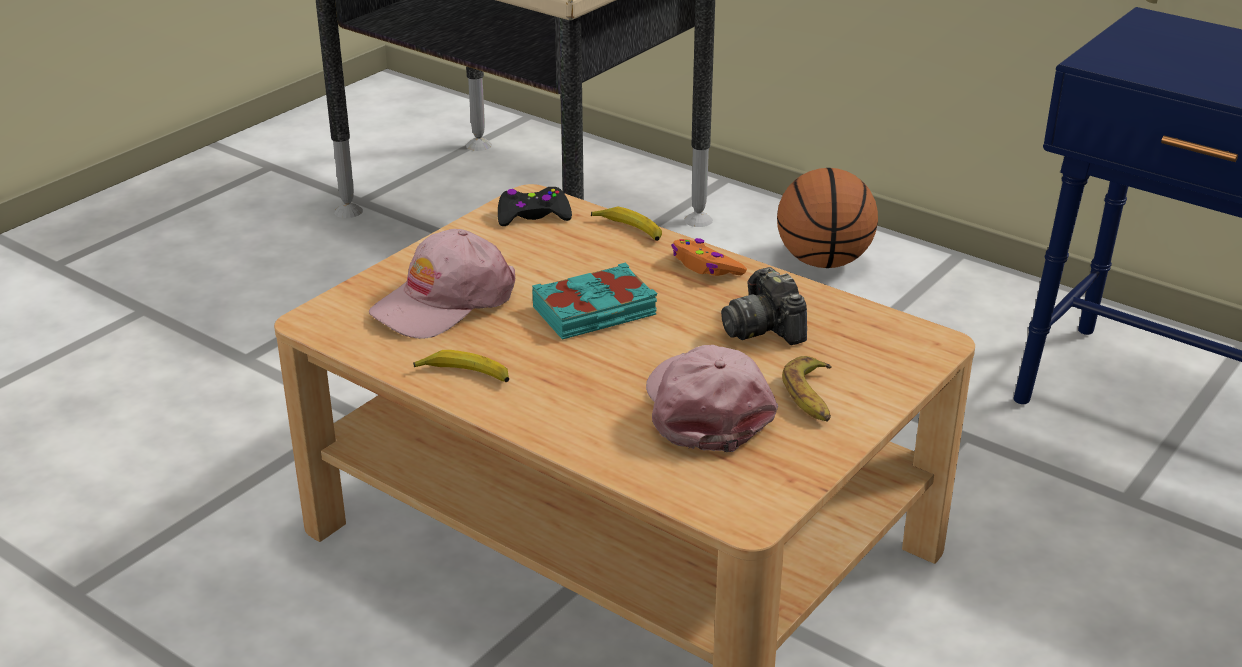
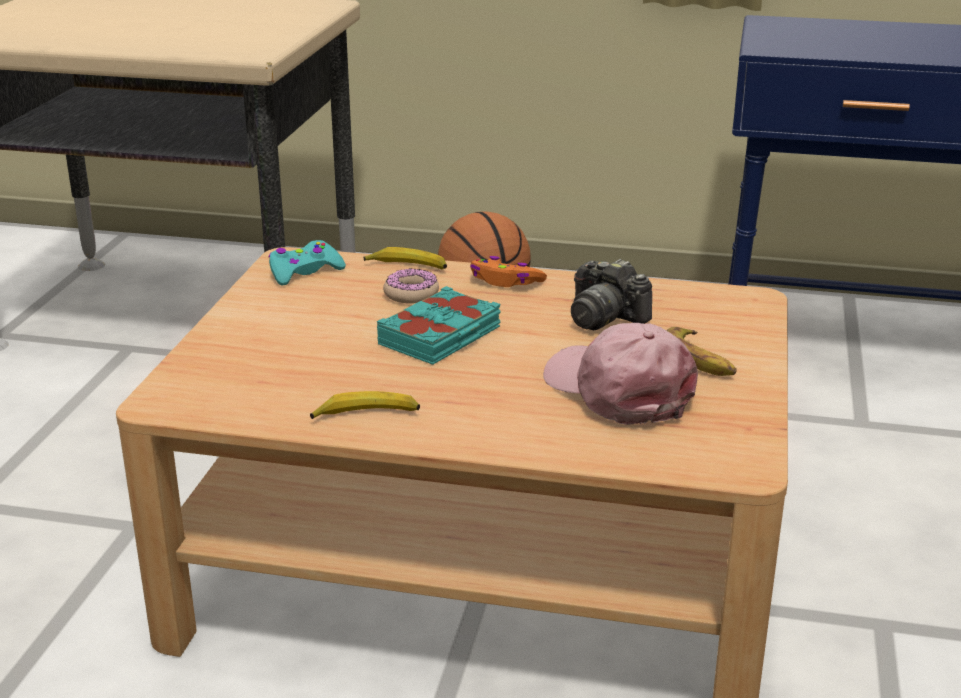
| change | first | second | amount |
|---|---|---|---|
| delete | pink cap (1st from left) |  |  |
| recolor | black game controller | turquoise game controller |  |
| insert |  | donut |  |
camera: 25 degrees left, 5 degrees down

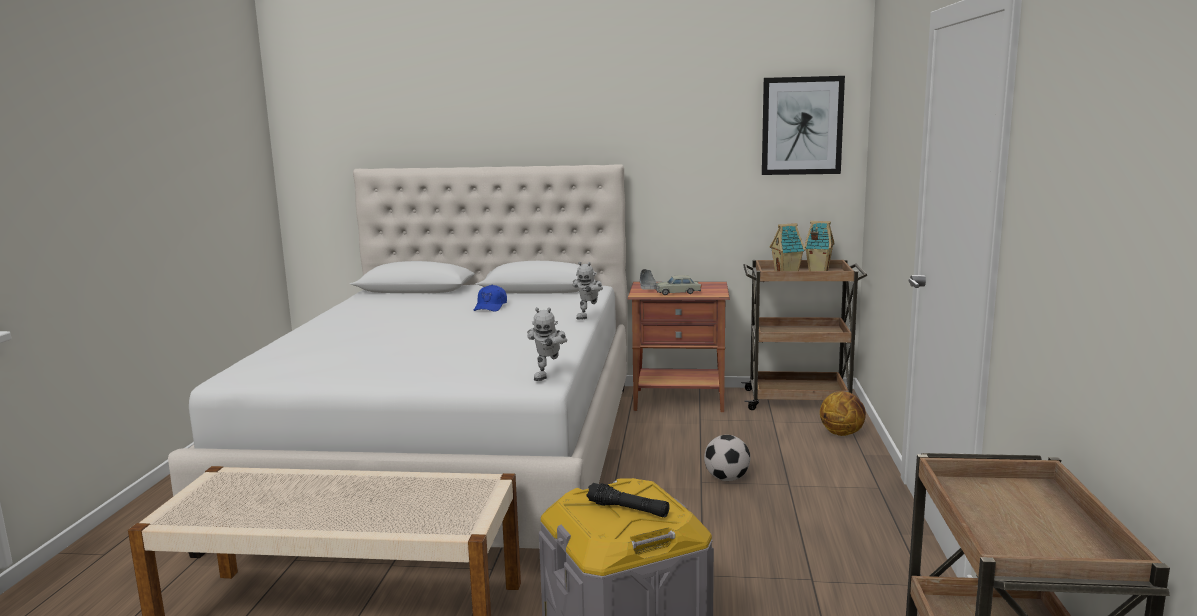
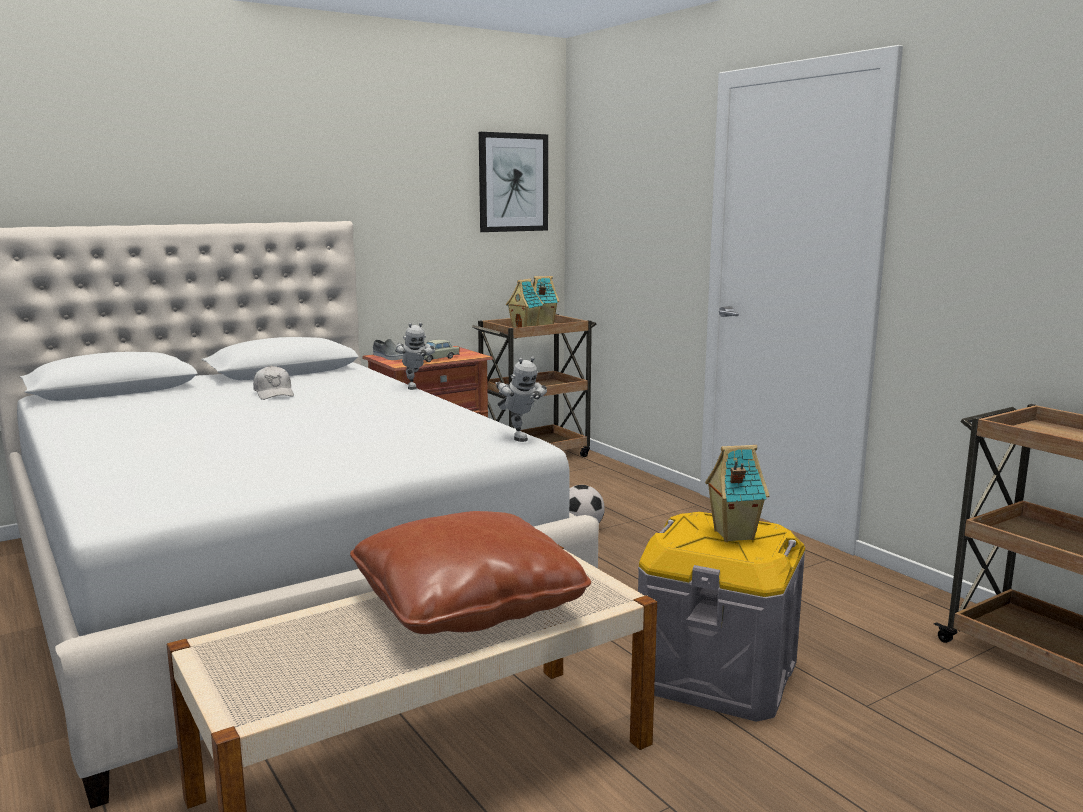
| change | first | second | amount |
|---|---|---|---|
| recolor | blue cap | white cap |  |
| replace | black flashlight | toy house (3rd from left) |  |
| delete | basketball |  |  |
| insert |  | brown pillow |  |
camera: 40 degrees left, 0 degrees up

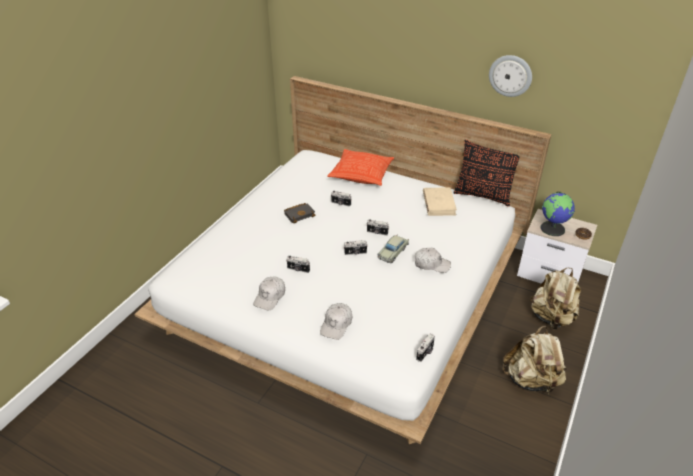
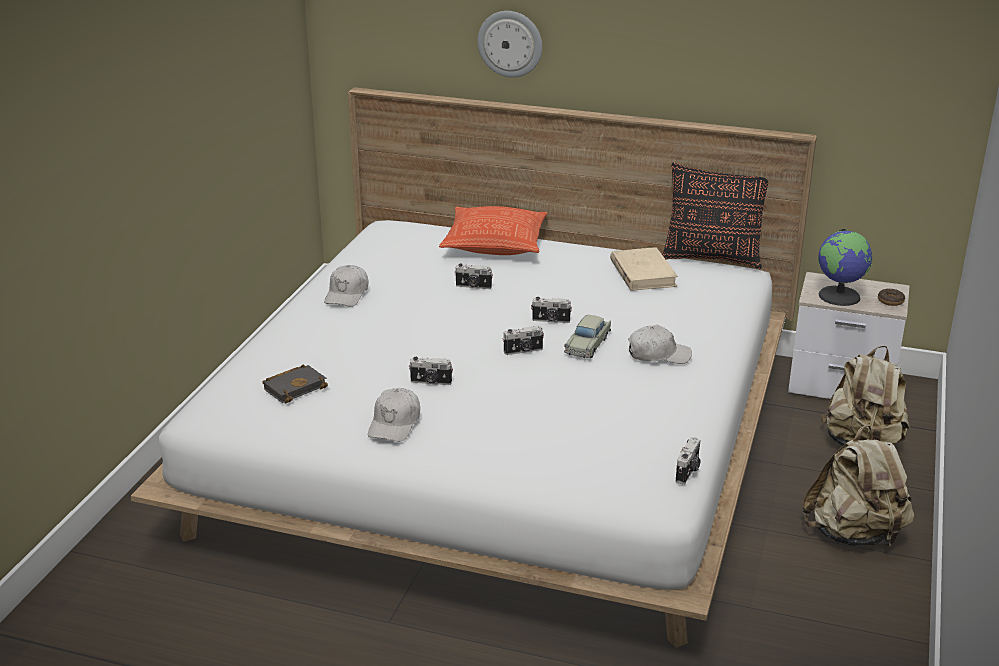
| change | first | second | amount |
|---|---|---|---|
| move | black book |  |  |
| move | white cap (2nd from left in the first image) | white cap (1st from left) |  |
| move | wall clock |  |  |
camera: 10 degrees left, 10 degrees down

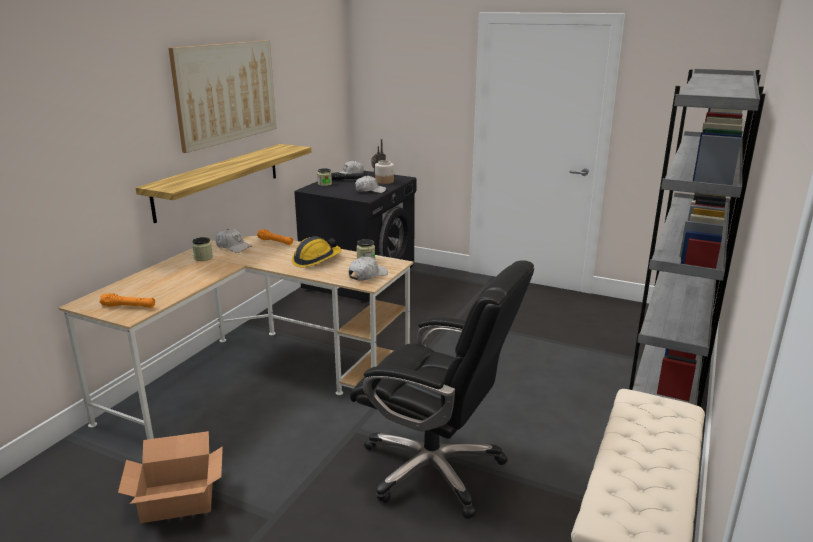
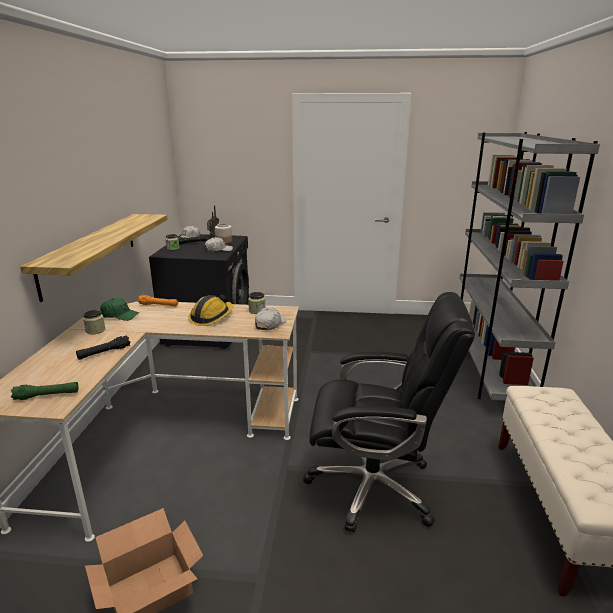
| change | first | second | amount |
|---|---|---|---|
| recolor | orange flashlight (1st from left) | green flashlight |  |
| delete | picture |  |  |
| recolor | white cap (1st from left) | green cap |  |
| insert |  | black flashlight (1st from left) |  |
camera: 20 degrees left, 0 degrees up

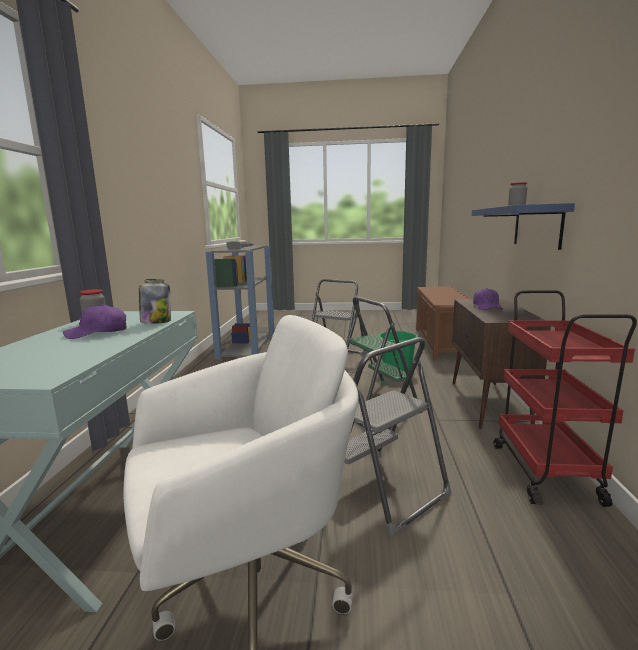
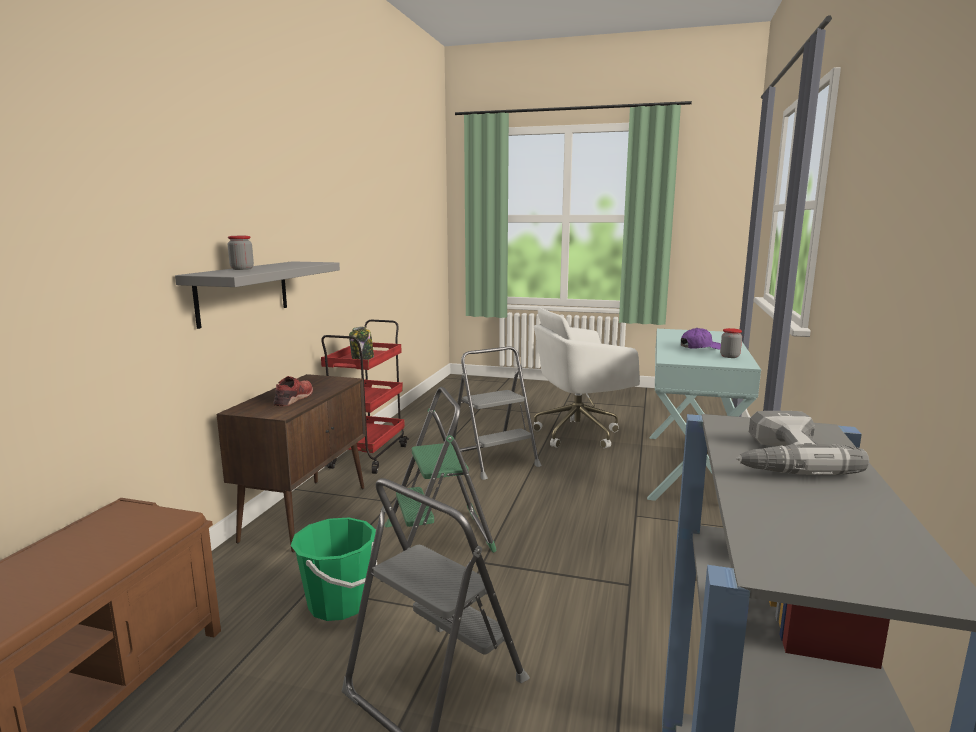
| change | first | second | amount |
|---|---|---|---|
| move | jar (2nd from left) |  |  |
| recolor | blue shelf | grey shelf |  |
| replace | purple cap (2nd from left) | red shoe |  |
camera: 170 degrees left, 0 degrees up

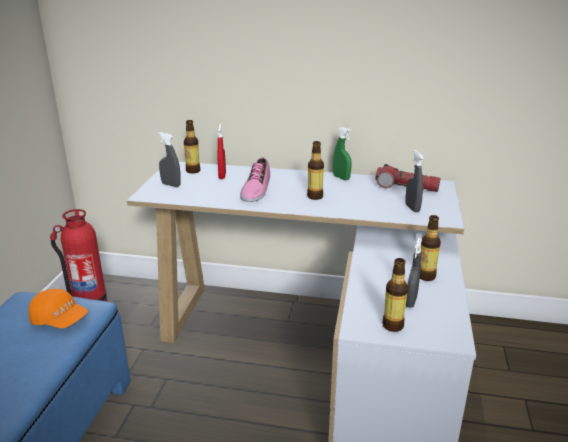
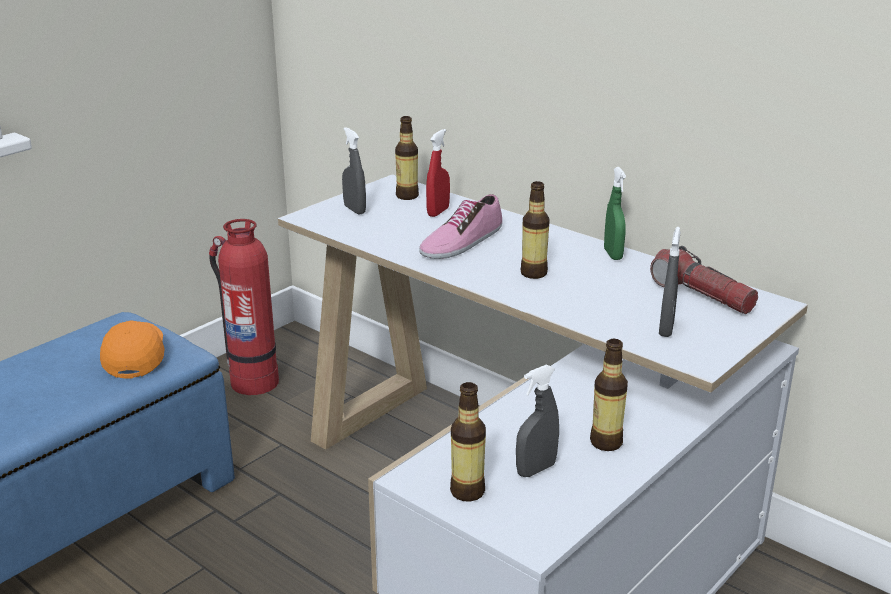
| change | first | second | amount |
|---|---|---|---|
| rotate | orange cap |  | 150 degrees counterclockwise |
camera: 30 degrees right, 0 degrees up

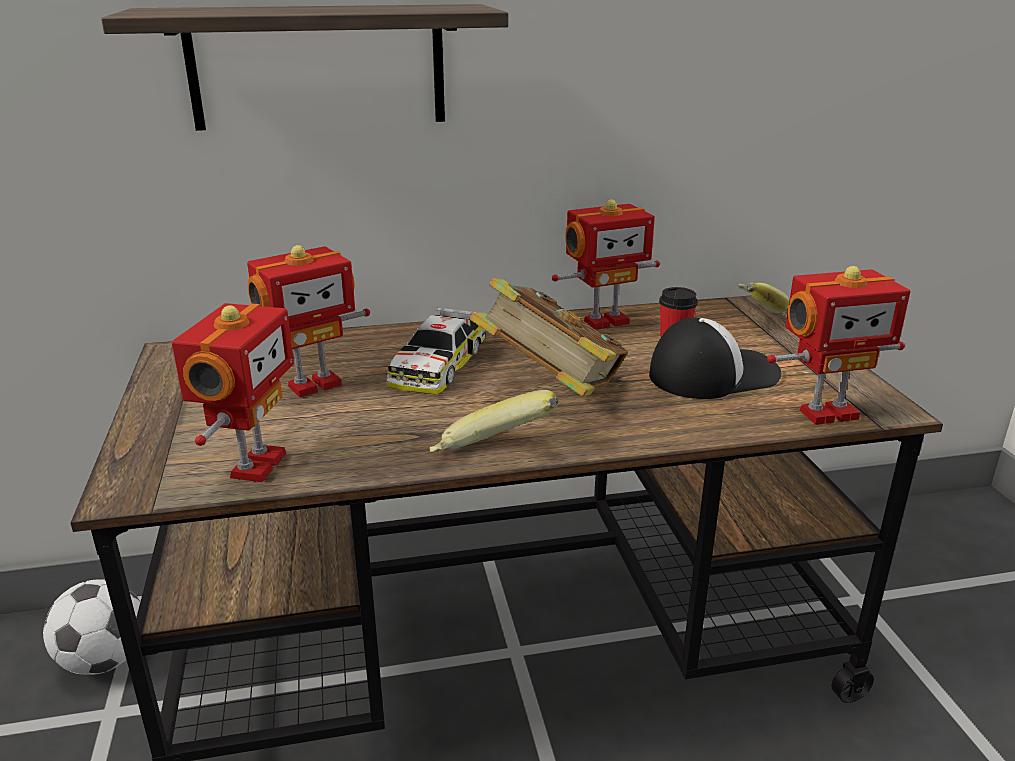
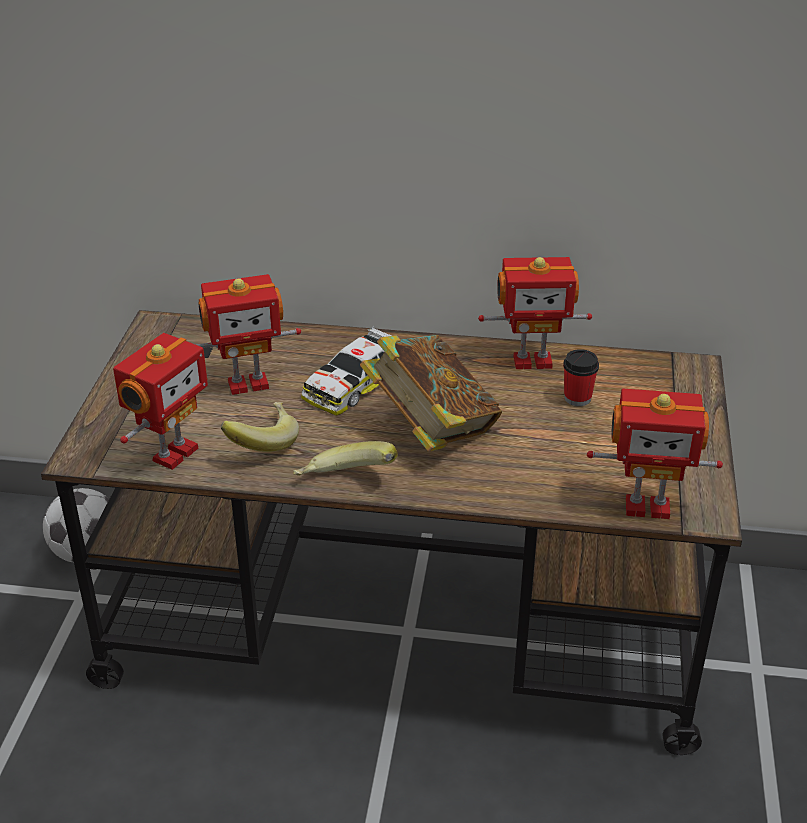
| change | first | second | amount |
|---|---|---|---|
| delete | shelf |  |  |
| delete | cap |  |  |
| move | banana (2nd from left in the first image) | banana (1st from left) |  |
camera: 20 degrees right, 10 degrees up

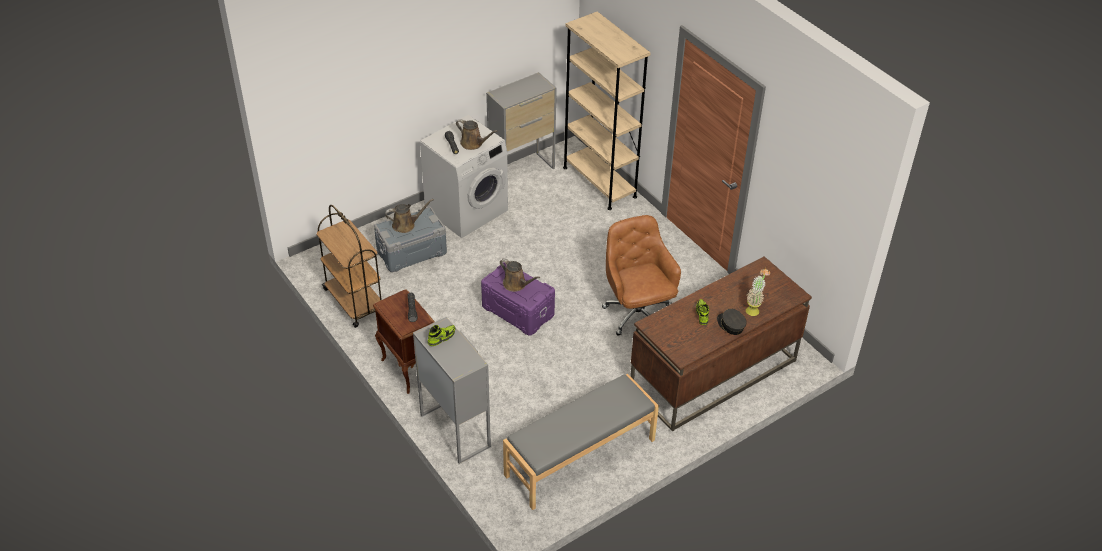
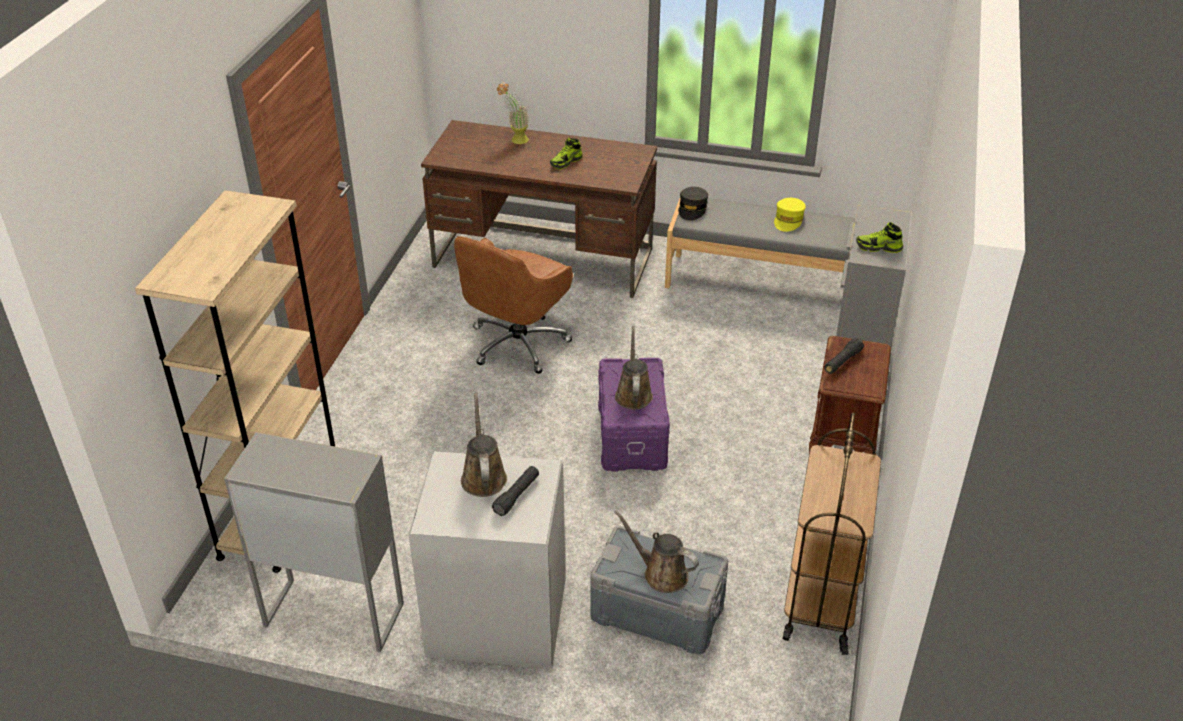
| change | first | second | amount |
|---|---|---|---|
| move | grey cap |  |  |
| insert |  | yellow cap |  |
camera: 130 degrees left, 5 degrees down

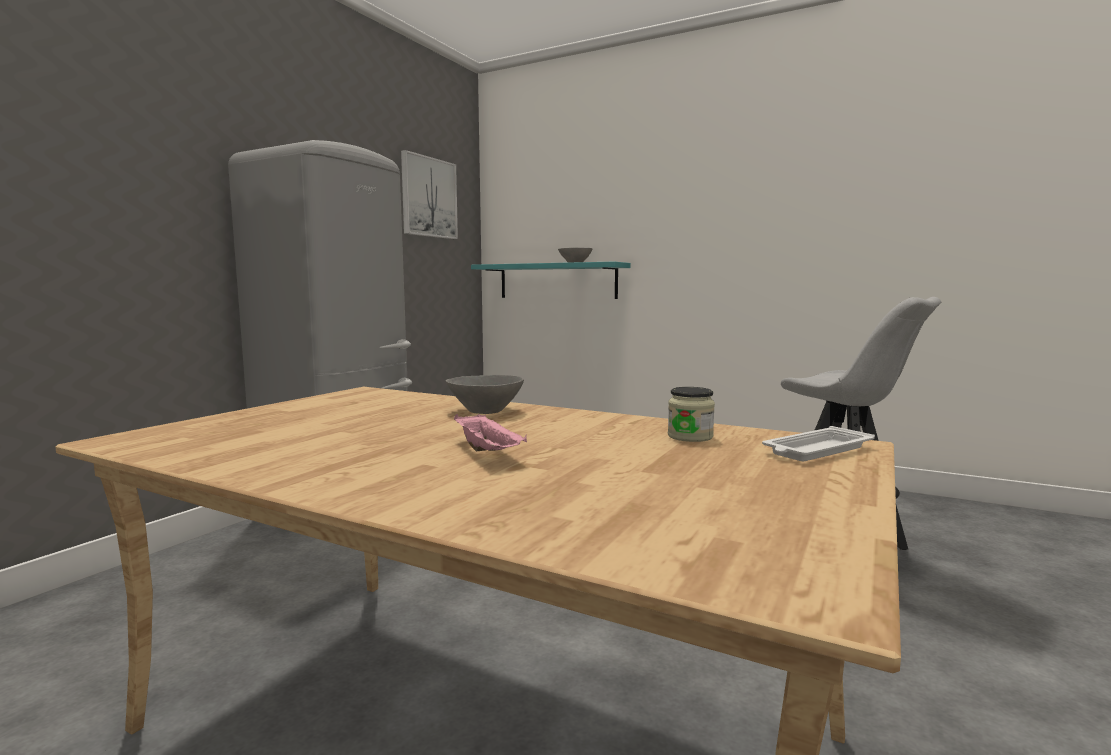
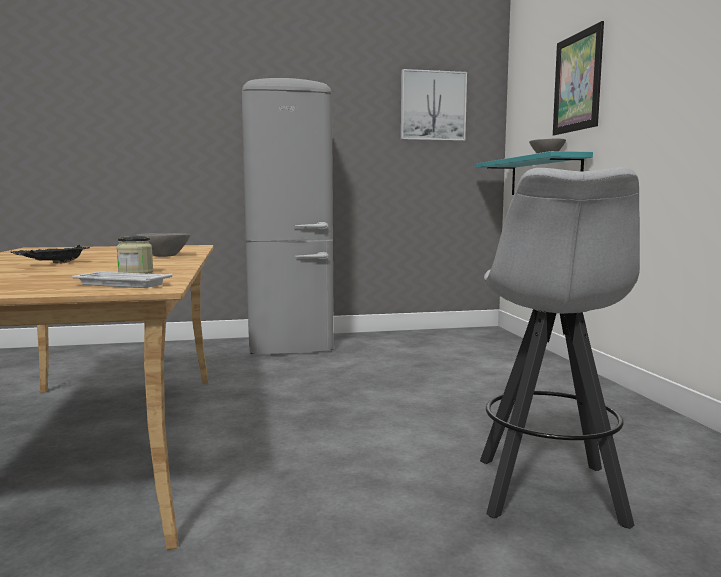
| change | first | second | amount |
|---|---|---|---|
| recolor | pink tray | black tray |  |
| insert |  | picture (2nd from left) |  |
camera: 50 degrees right, 0 degrees up

